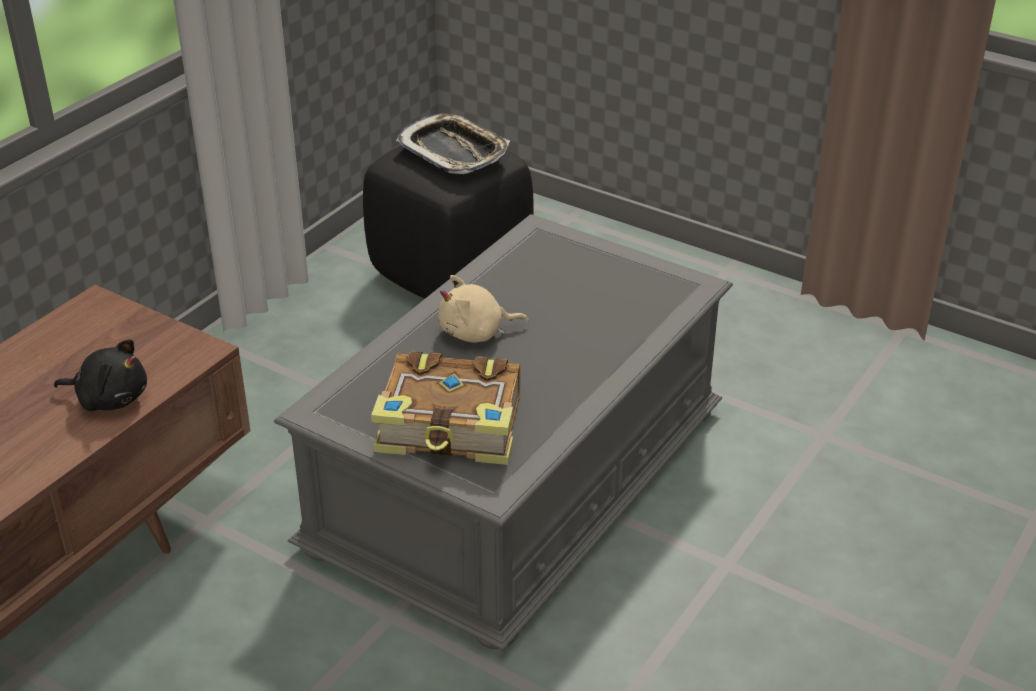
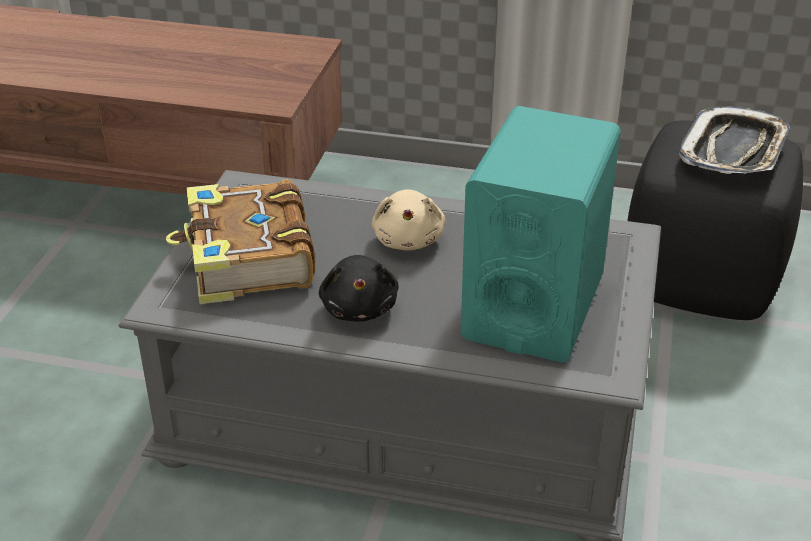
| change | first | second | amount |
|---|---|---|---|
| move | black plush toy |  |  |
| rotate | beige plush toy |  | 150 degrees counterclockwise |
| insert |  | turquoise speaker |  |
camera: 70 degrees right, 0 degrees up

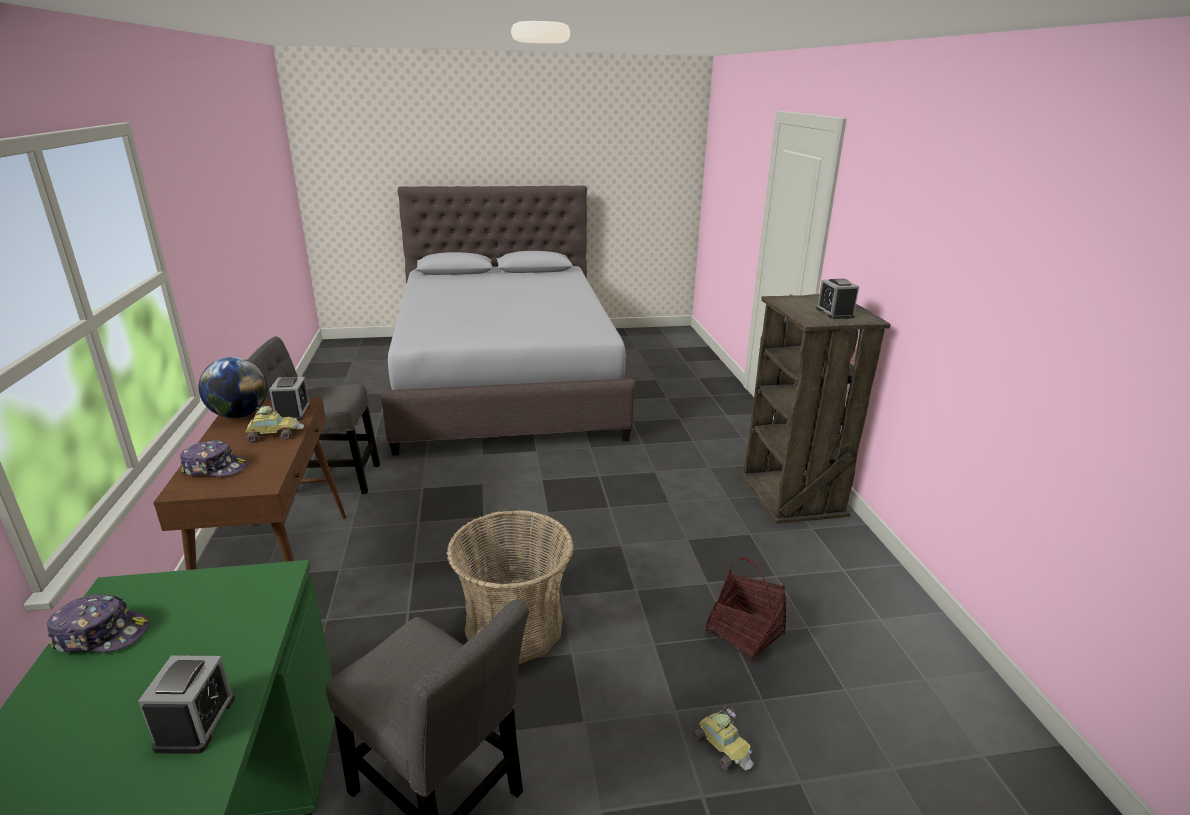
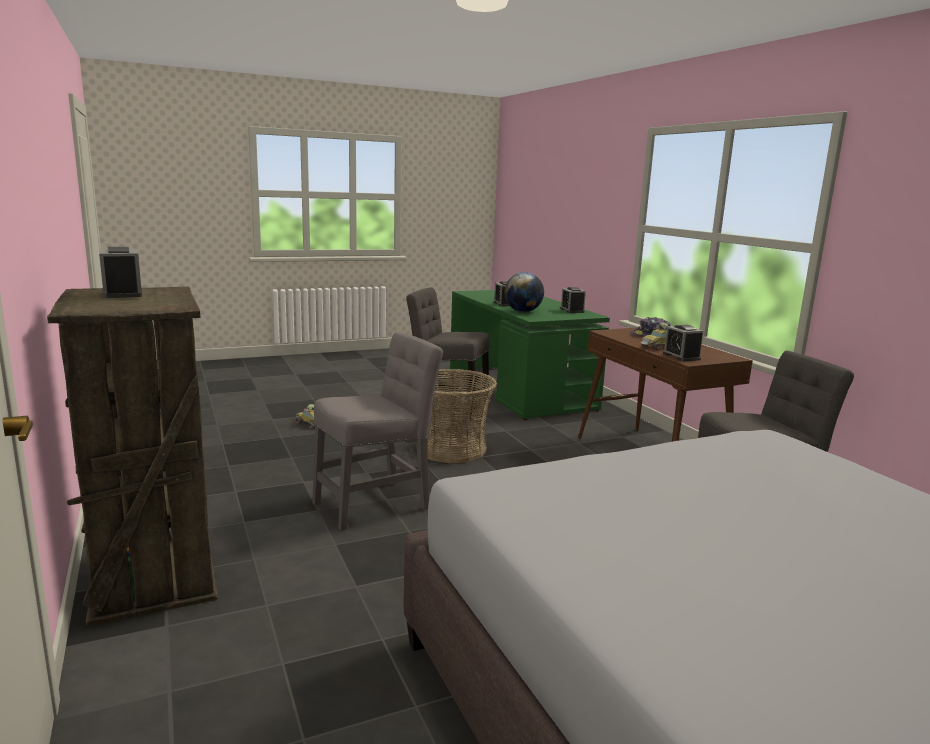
| change | first | second | amount |
|---|---|---|---|
| replace | cap (1st from left) | alarm clock (3rd from left) |  |
| move | globe |  |  |
| delete | basket (2nd from left) |  |  |
| insert |  | grey chair (1st from left) |  |
camera: 165 degrees right, 10 degrees down

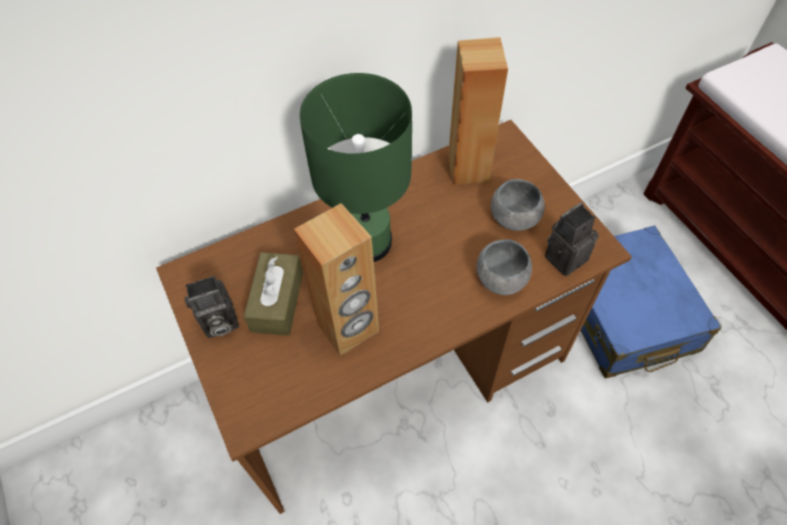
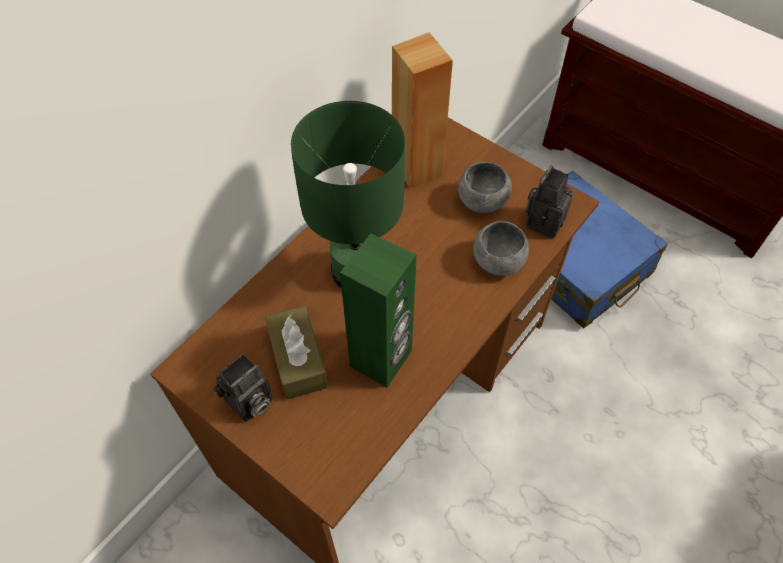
| change | first | second | amount |
|---|---|---|---|
| recolor | brown speaker (1st from left) | green speaker |  |
camera: 25 degrees left, 0 degrees up

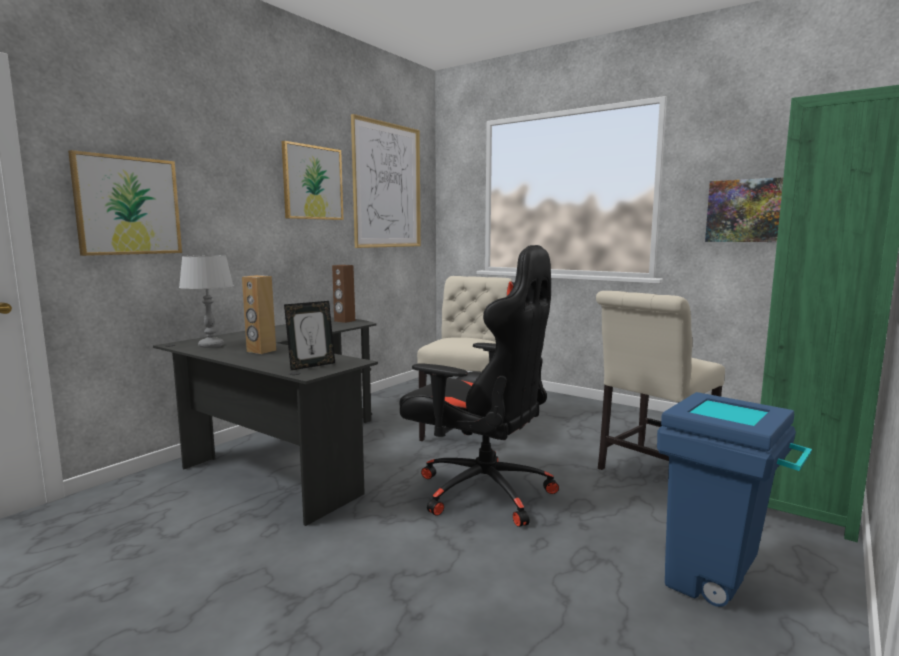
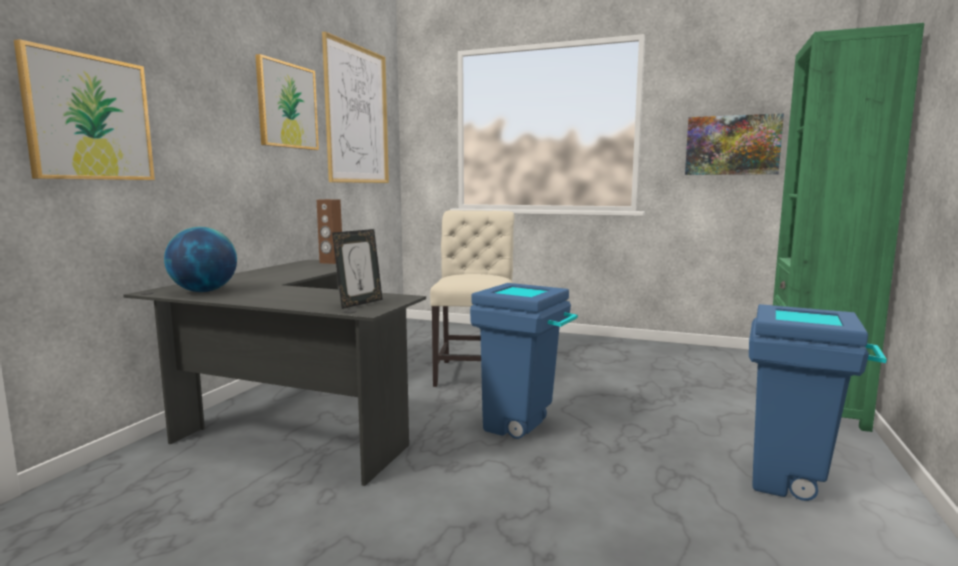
| change | first | second | amount |
|---|---|---|---|
| replace | grey table lamp | globe |  |
| delete | brown speaker (1st from left) |  |  |
| replace | black office chair | blue trash can (1st from left) |  |
| delete | beige chair (2nd from left) |  |  |
camera: 15 degrees left, 0 degrees up

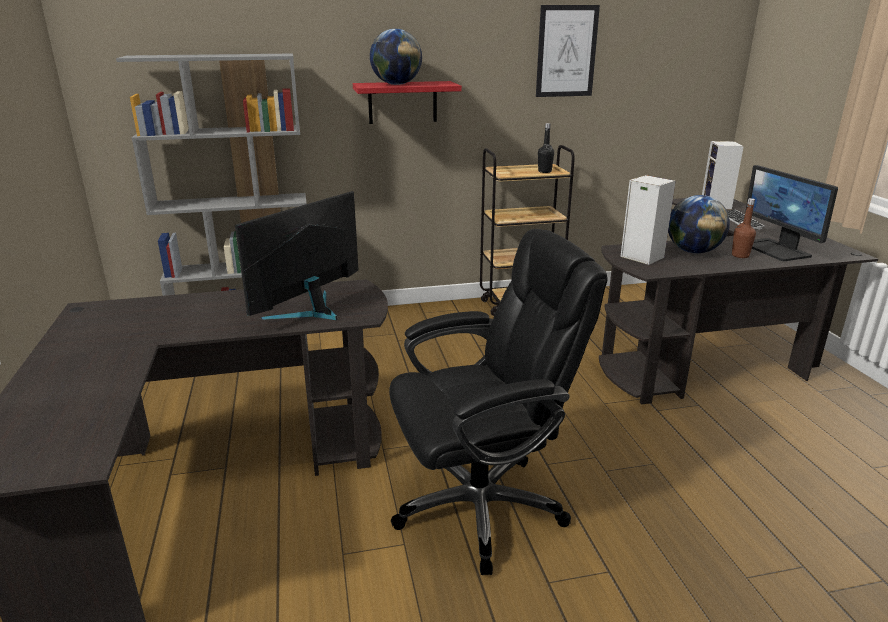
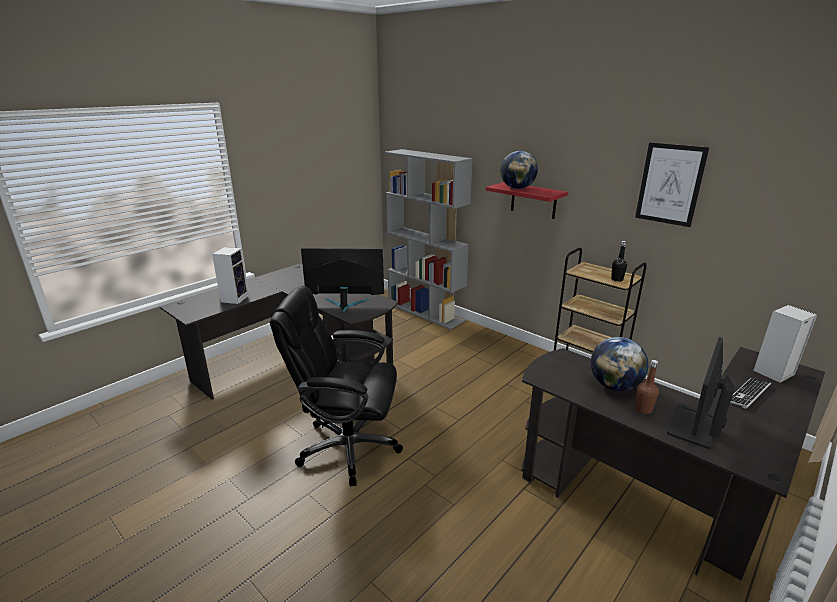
| change | first | second | amount |
|---|---|---|---|
| rotate | black office chair |  | 150 degrees clockwise |
| move | speaker (1st from left) |  |  |
camera: 55 degrees right, 0 degrees up

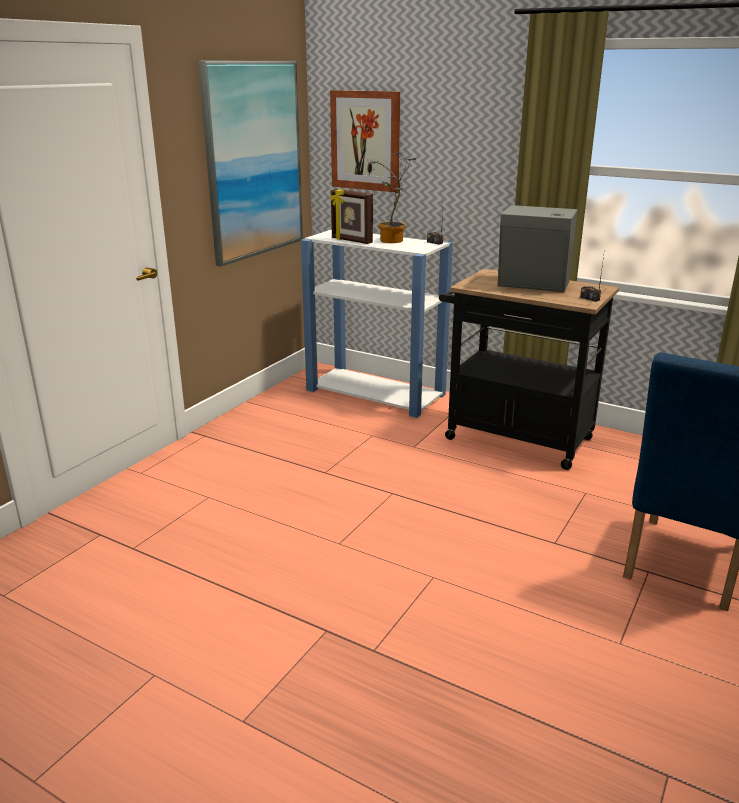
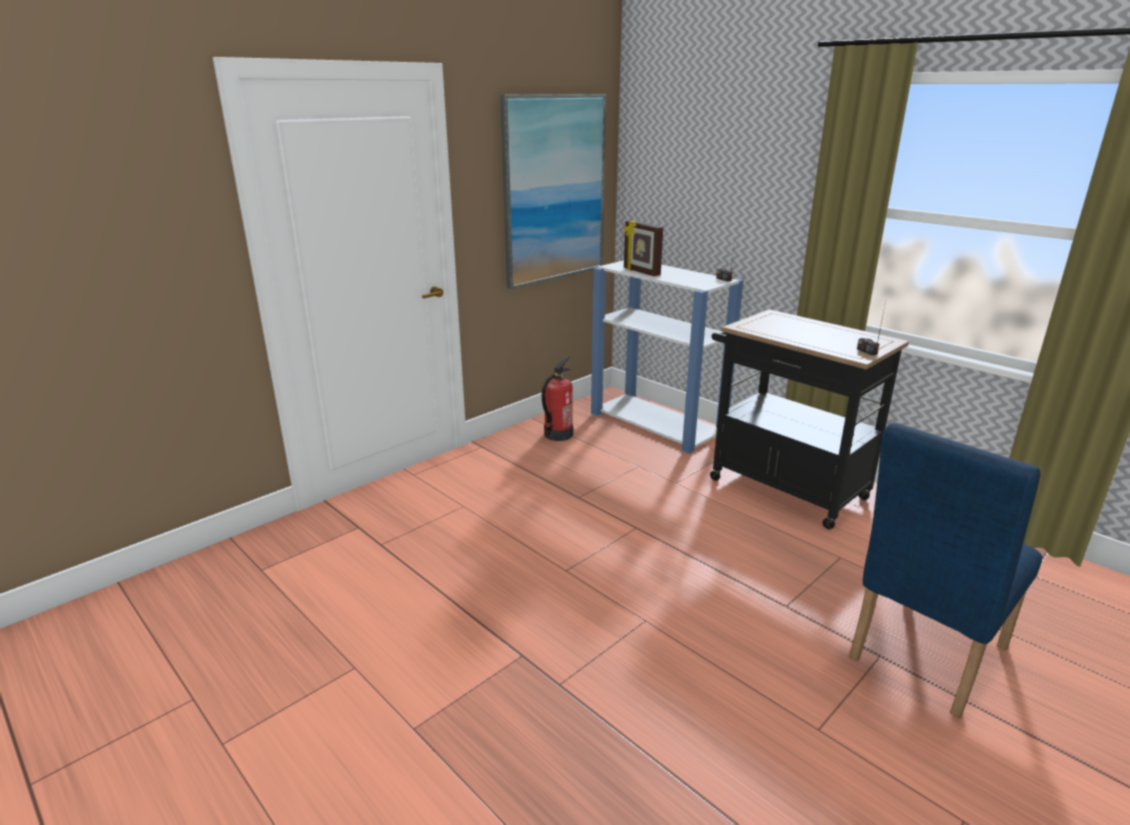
| change | first | second | amount |
|---|---|---|---|
| delete | picture (2nd from left) |  |  |
| delete | potted plant |  |  |
| delete | grey speaker |  |  |
| insert |  | fire extinguisher |  |
camera: 15 degrees right, 0 degrees up

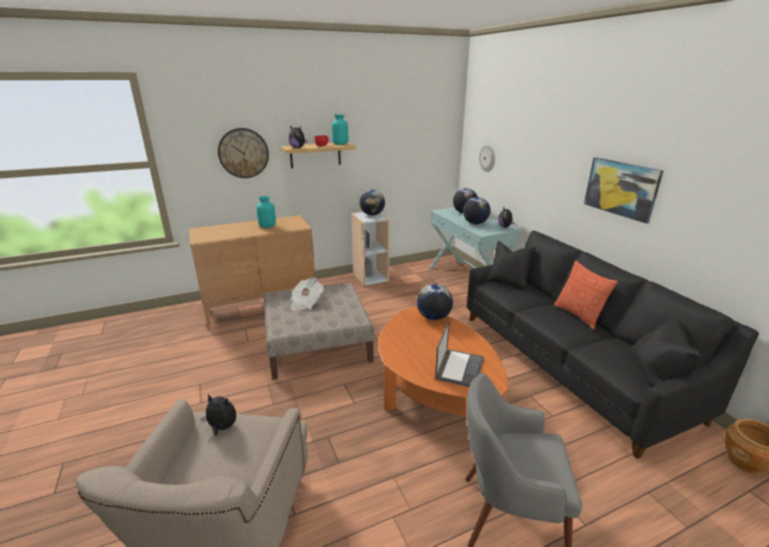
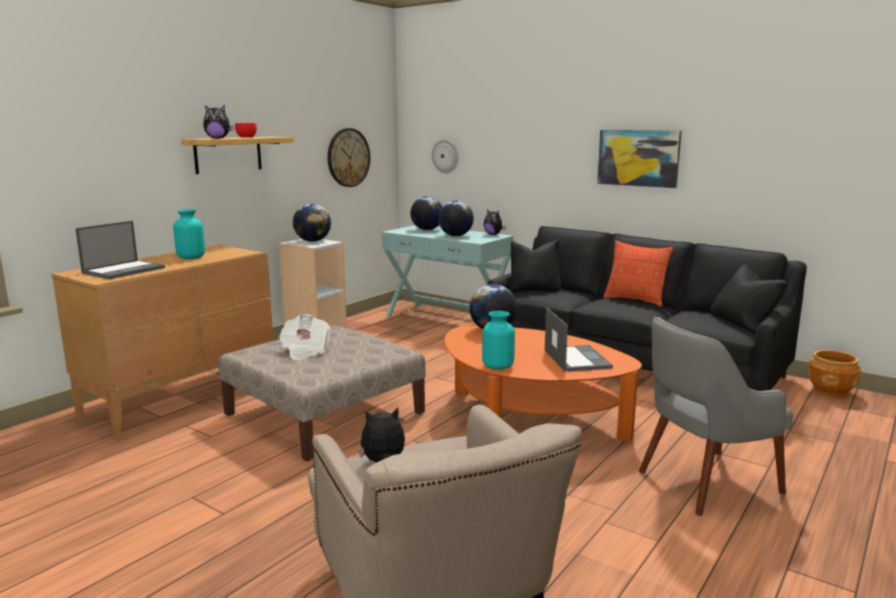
| change | first | second | amount |
|---|---|---|---|
| move | wall clock (1st from left) |  |  |
| move | turquoise vase (2nd from left) |  |  |
| insert |  | laptop (1st from left) |  |
camera: 30 degrees left, 10 degrees down

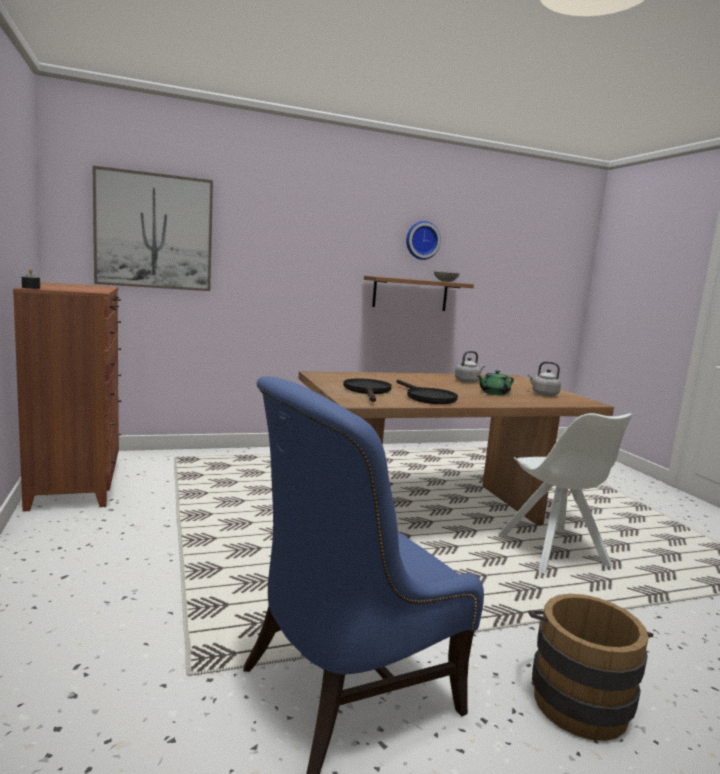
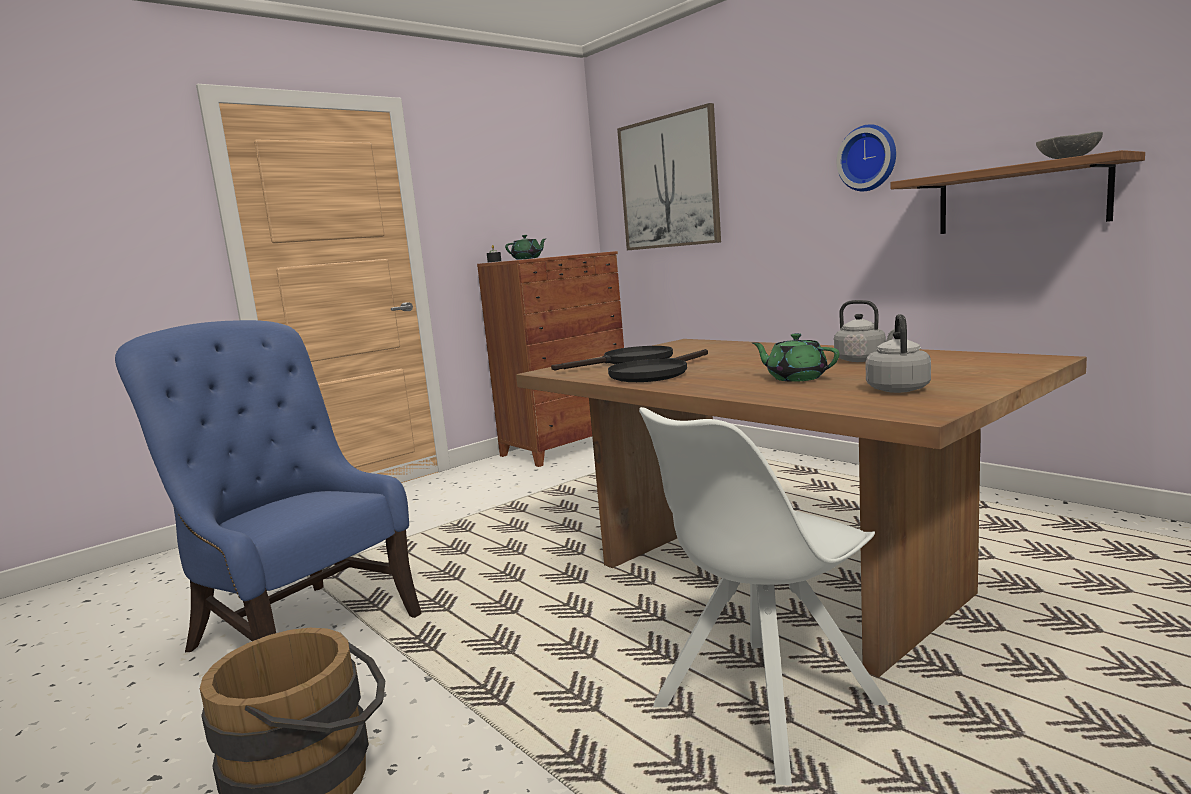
| change | first | second | amount |
|---|---|---|---|
| move | wall clock |  |  |
| insert |  | green teapot (1st from left) |  |
camera: 70 degrees right, 0 degrees up

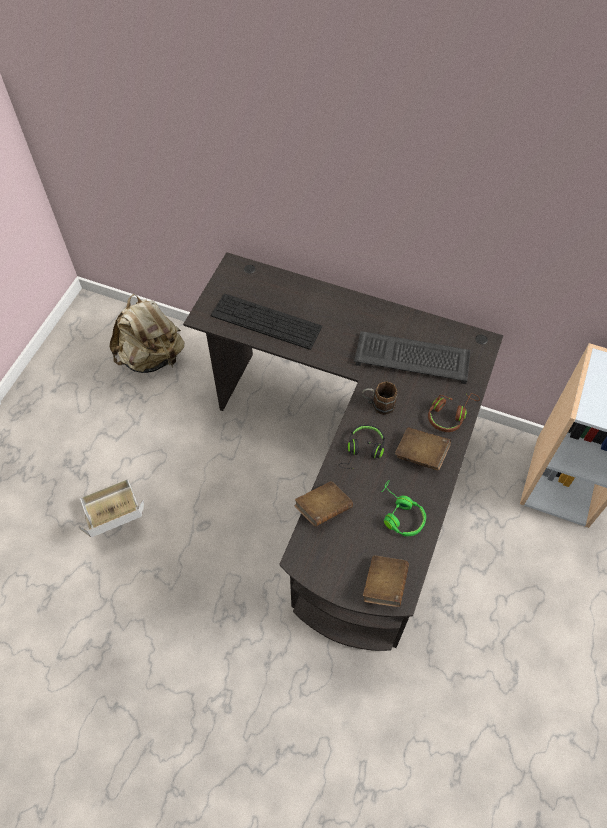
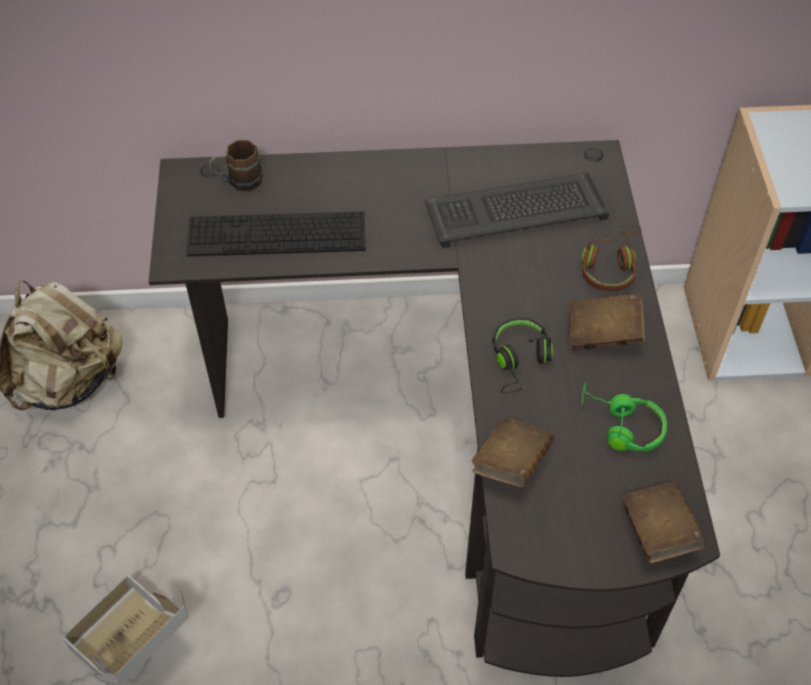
| change | first | second | amount |
|---|---|---|---|
| move | brown mug |  |  |
camera: 25 degrees left, 5 degrees down

